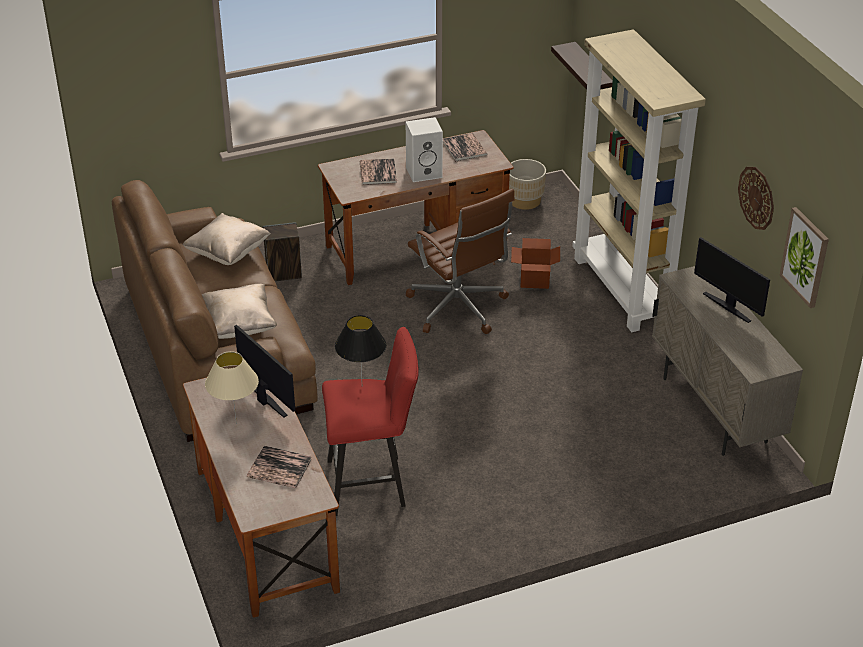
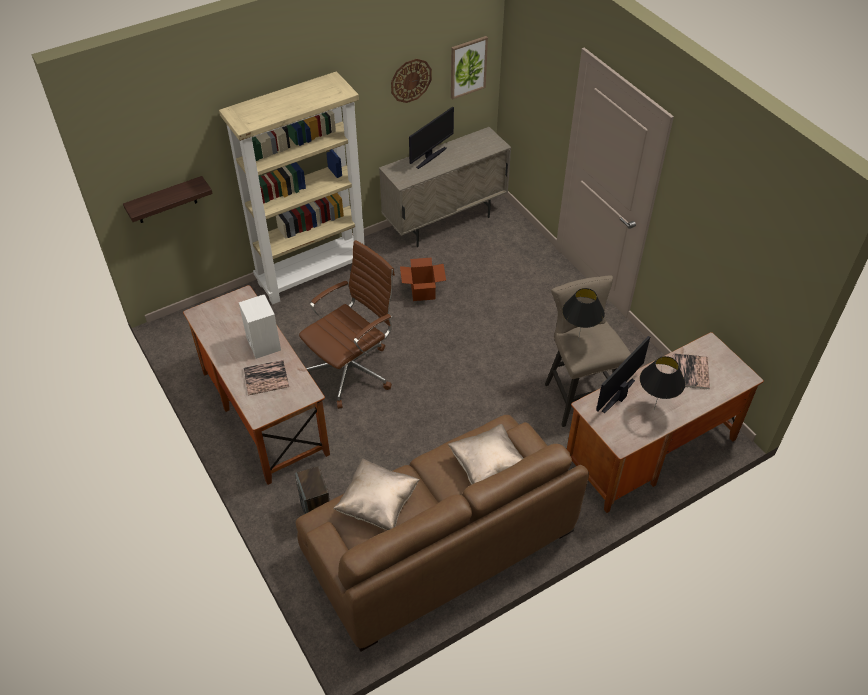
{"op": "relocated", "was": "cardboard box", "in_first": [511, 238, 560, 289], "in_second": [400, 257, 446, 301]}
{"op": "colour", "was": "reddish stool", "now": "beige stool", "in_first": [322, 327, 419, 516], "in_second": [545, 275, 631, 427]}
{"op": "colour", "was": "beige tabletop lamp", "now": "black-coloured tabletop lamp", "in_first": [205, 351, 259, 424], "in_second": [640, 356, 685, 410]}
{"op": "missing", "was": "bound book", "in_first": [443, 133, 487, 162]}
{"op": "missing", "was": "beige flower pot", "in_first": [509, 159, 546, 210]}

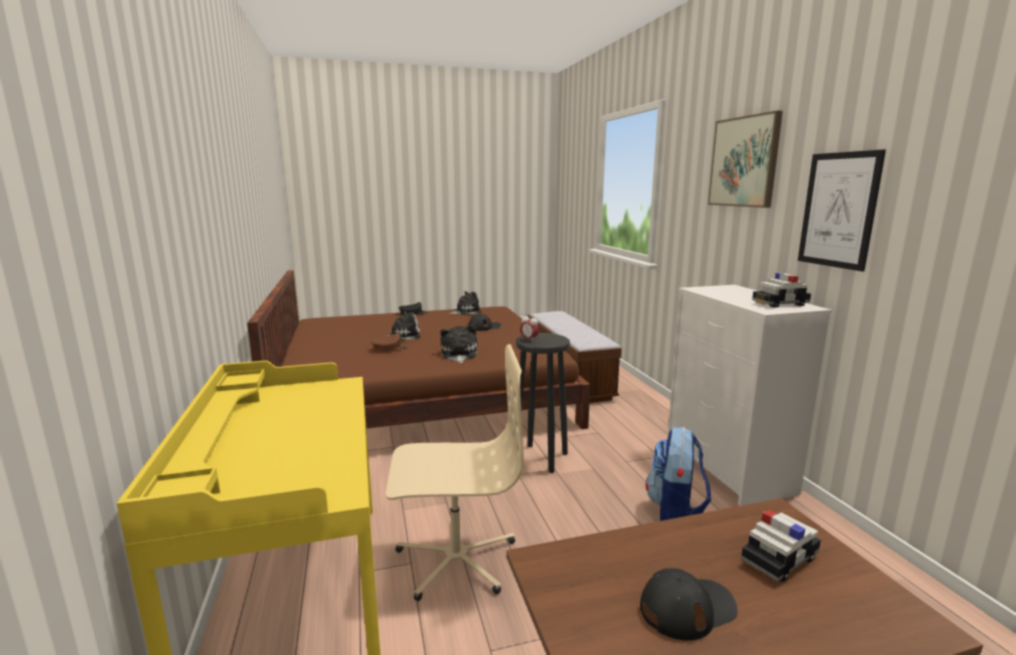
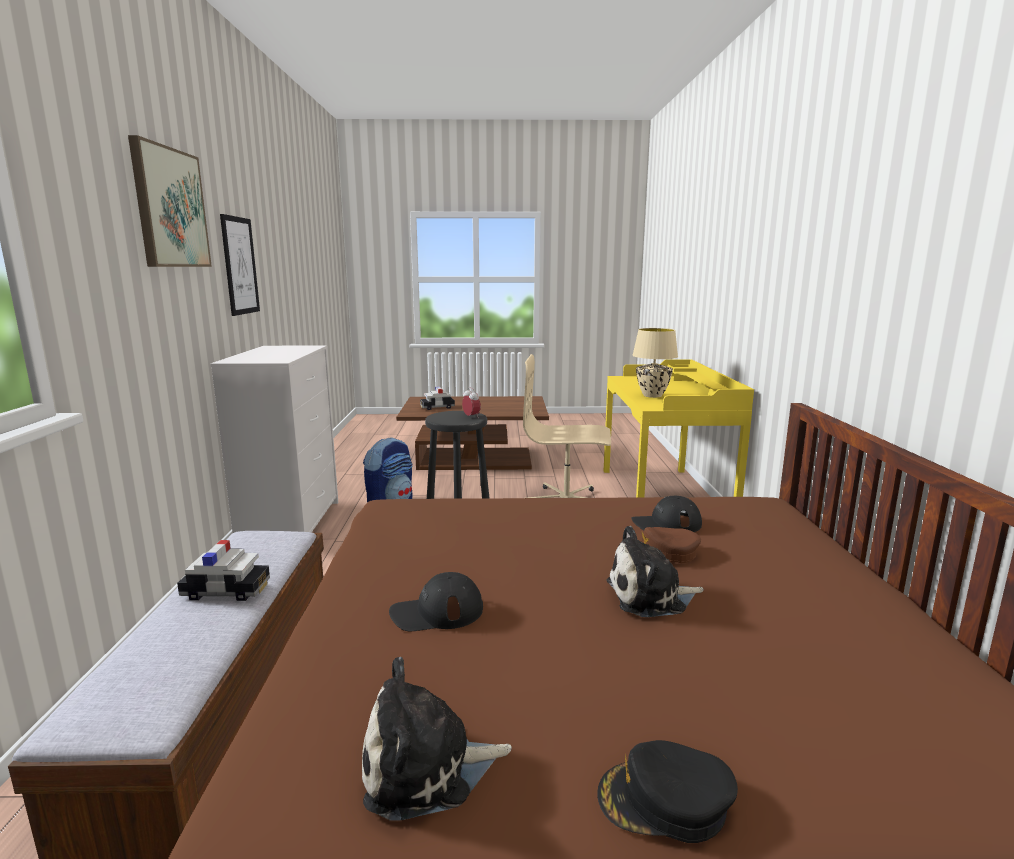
{"op": "relocated", "was": "toy car", "in_first": [752, 273, 811, 308], "in_second": [177, 540, 270, 601]}
{"op": "relocated", "was": "black-coloured cap", "in_first": [640, 568, 738, 641], "in_second": [631, 496, 702, 532]}
{"op": "appeared", "now": "beige tabletop lamp", "in_second": [632, 328, 678, 398]}
{"op": "missing", "was": "soft toy", "in_first": [440, 325, 477, 363]}

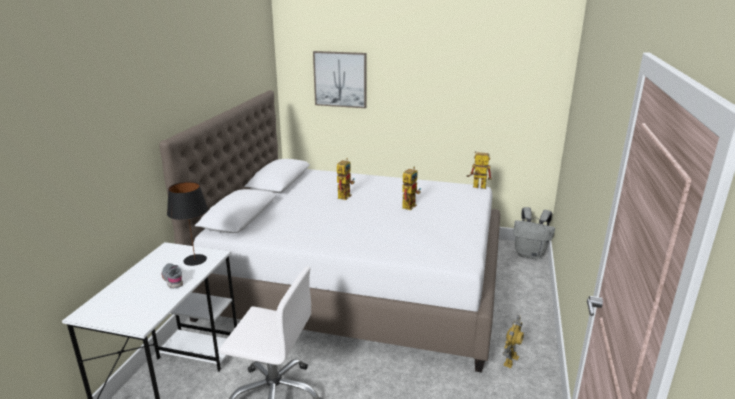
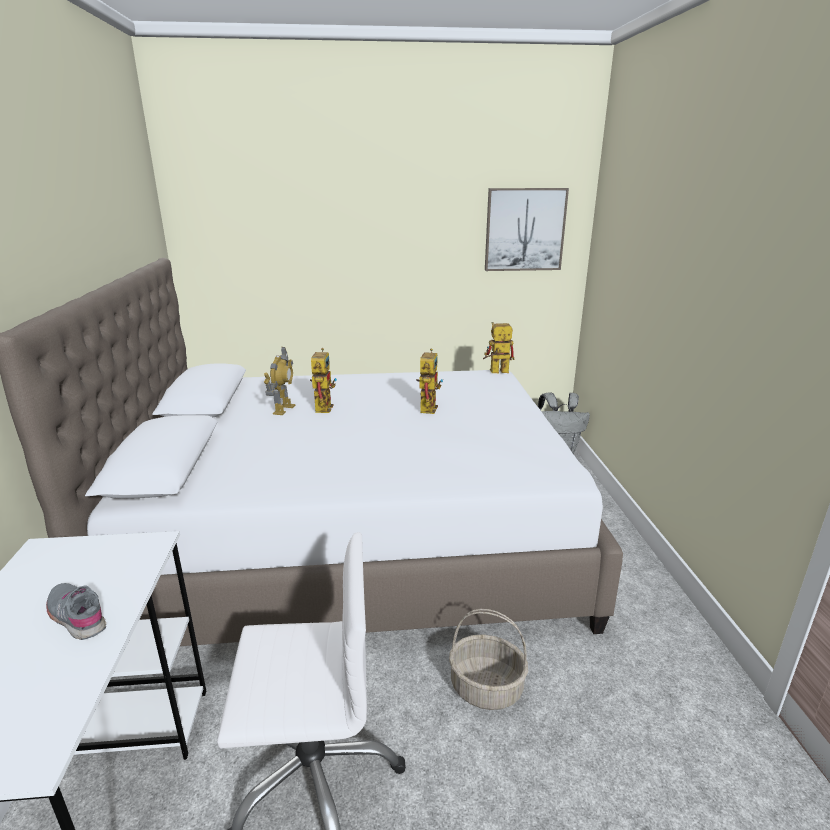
{"op": "relocated", "was": "toy robot", "in_first": [503, 315, 524, 368], "in_second": [264, 347, 295, 415]}
{"op": "appeared", "now": "storage basket", "in_second": [449, 609, 528, 710]}
{"op": "relocated", "was": "picture", "in_first": [313, 51, 366, 108], "in_second": [485, 188, 569, 271]}
{"op": "missing", "was": "black-coloured tabletop lamp", "in_first": [167, 182, 208, 266]}

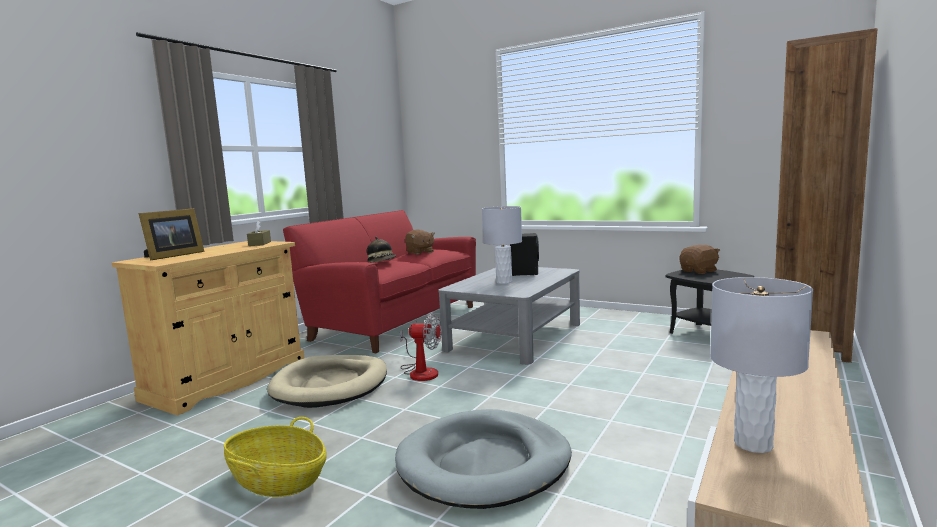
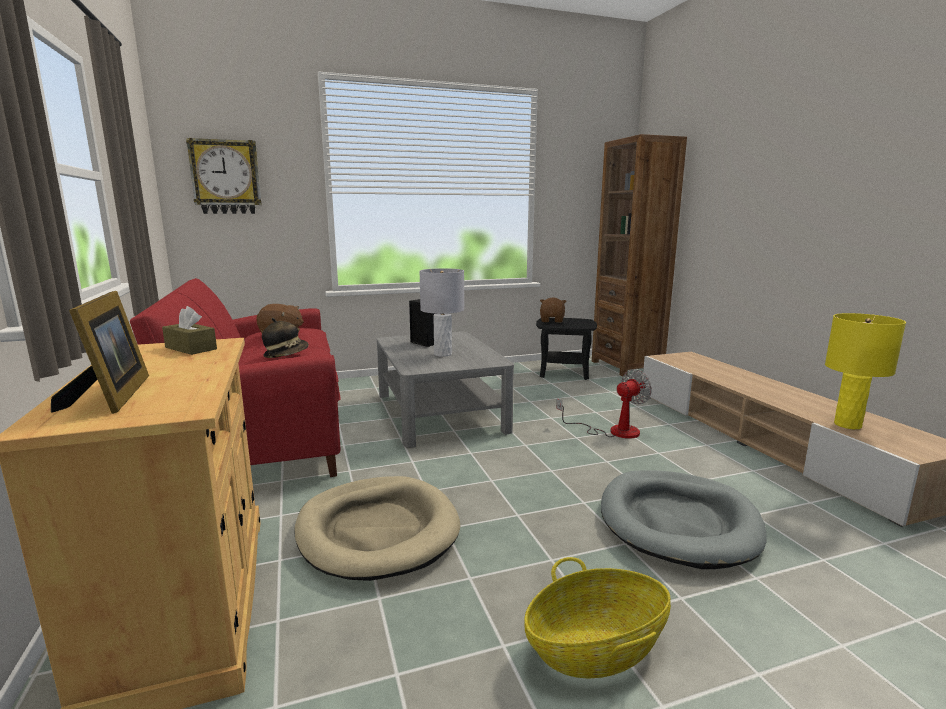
{"op": "appeared", "now": "hanging clock", "in_second": [186, 138, 262, 214]}
{"op": "relocated", "was": "fan", "in_first": [400, 314, 442, 381], "in_second": [556, 369, 652, 439]}
{"op": "colour", "was": "greyish tabletop lamp", "now": "yellow tabletop lamp", "in_first": [710, 277, 813, 453], "in_second": [825, 313, 906, 429]}

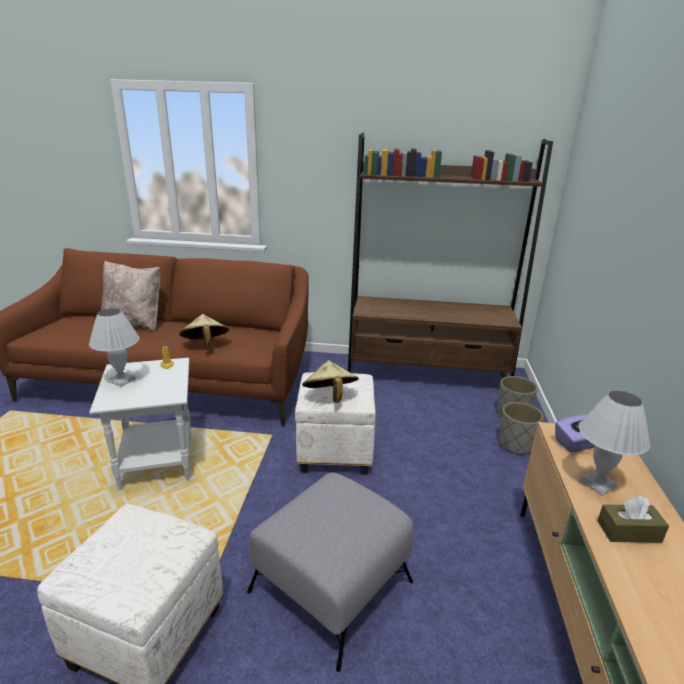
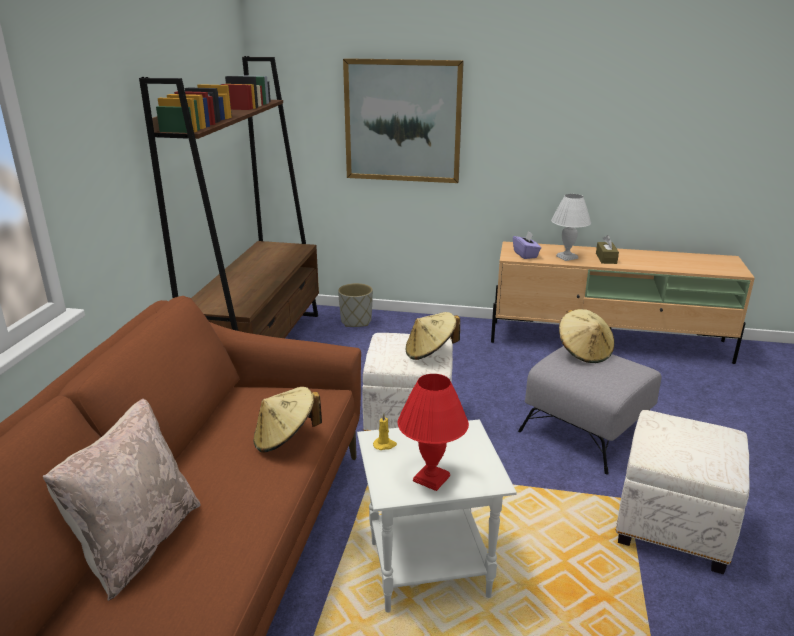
{"op": "appeared", "now": "picture", "in_second": [343, 58, 464, 183]}
{"op": "colour", "was": "white tabletop lamp", "now": "reddish tabletop lamp", "in_first": [89, 308, 139, 387], "in_second": [398, 374, 469, 491]}
{"op": "appeared", "now": "beige hat", "in_second": [559, 309, 615, 363]}
{"op": "missing", "was": "greyish flower pot", "in_first": [499, 402, 544, 455]}

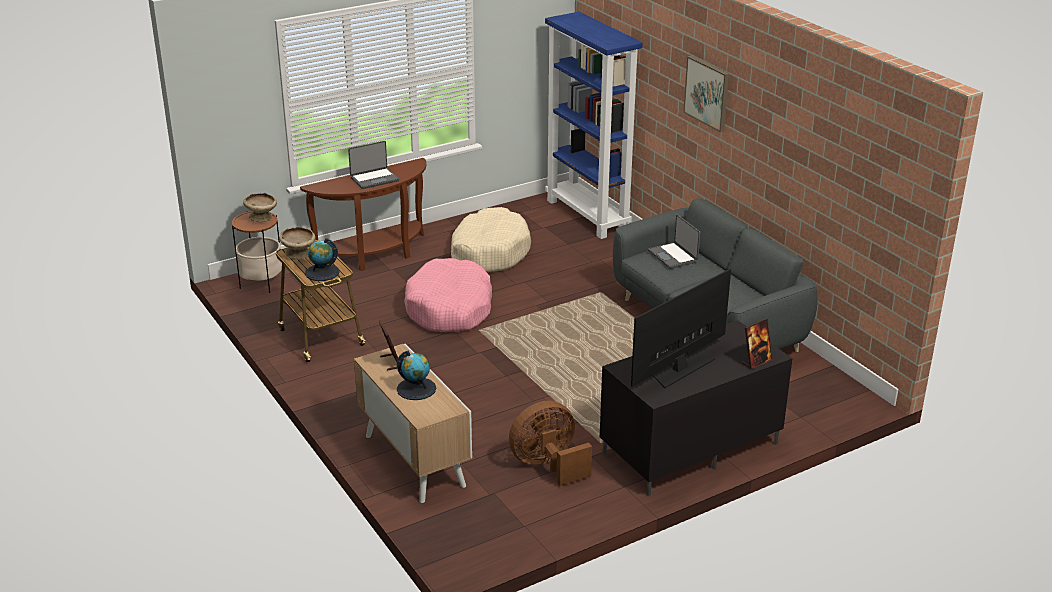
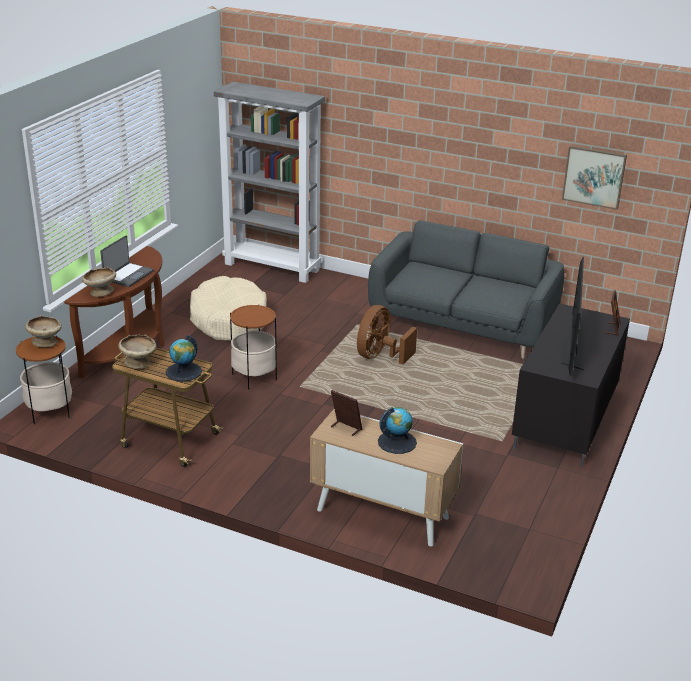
{"op": "appeared", "now": "beige bowl", "in_second": [82, 267, 116, 297]}
{"op": "colour", "was": "blue-coloured bookshelf", "now": "greyish bookshelf", "in_first": [545, 12, 643, 239], "in_second": [214, 82, 325, 283]}
{"op": "exchanged", "was": "pink dog cushion", "now": "accent table", "in_first": [404, 258, 492, 332], "in_second": [230, 305, 277, 389]}
{"op": "relocated", "was": "brown fan", "in_first": [509, 401, 592, 486], "in_second": [357, 305, 417, 365]}
{"op": "relocated", "was": "picture", "in_first": [683, 56, 729, 132], "in_second": [562, 146, 627, 210]}
{"op": "missing", "was": "notebook computer", "in_first": [648, 215, 700, 269]}

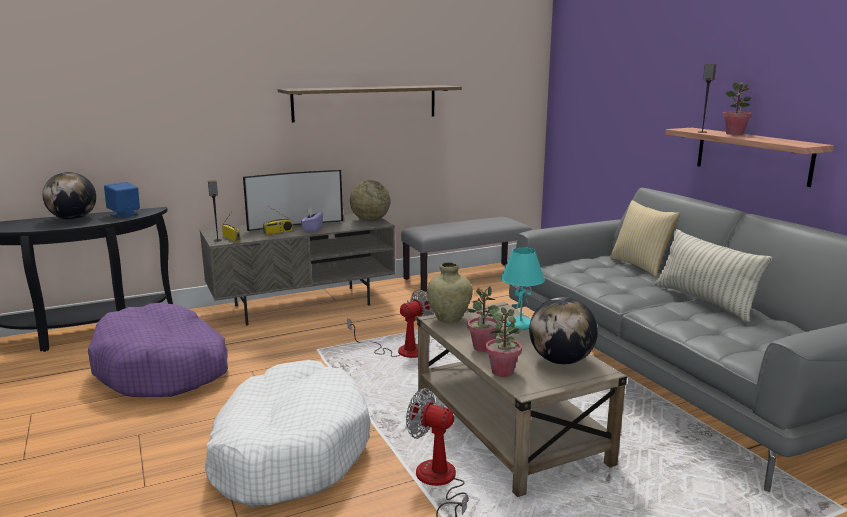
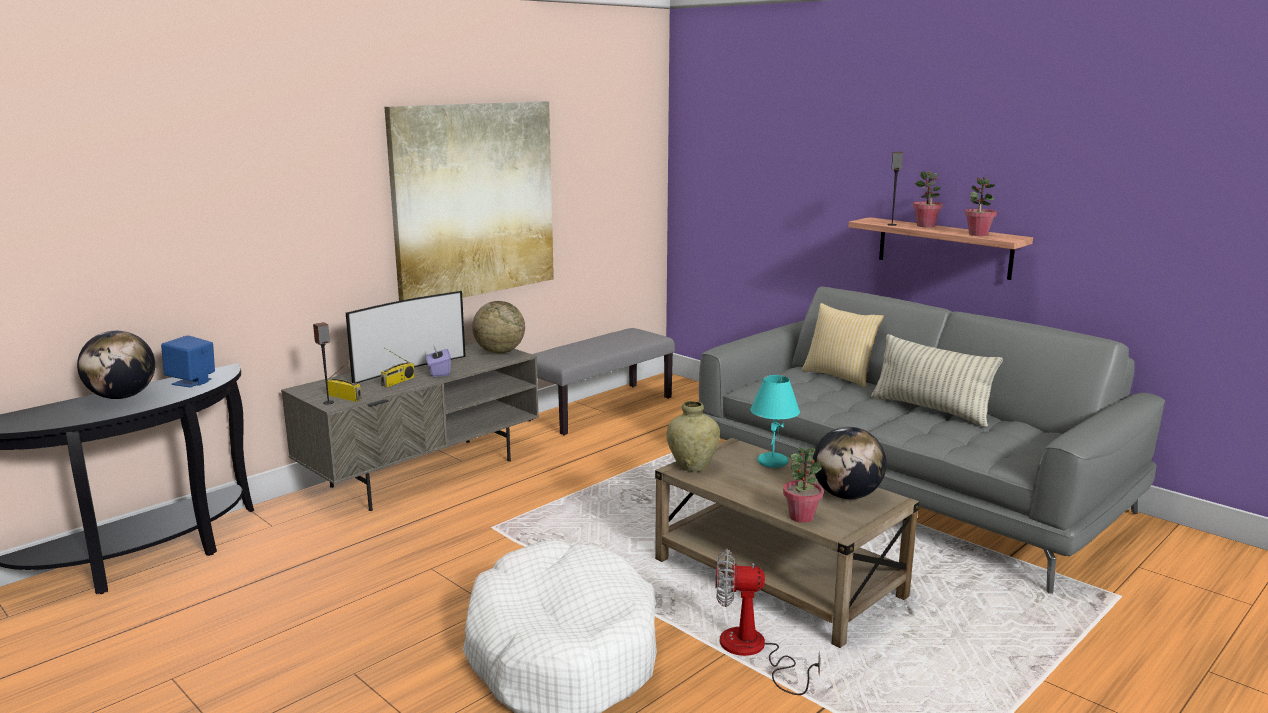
{"op": "exchanged", "was": "shelf", "now": "picture", "in_first": [277, 85, 462, 123], "in_second": [384, 101, 554, 301]}
{"op": "relocated", "was": "potted plant", "in_first": [467, 286, 500, 352], "in_second": [965, 177, 997, 236]}
{"op": "missing", "was": "purple dog cushion", "in_first": [88, 303, 228, 397]}
{"op": "missing", "was": "fan", "in_first": [347, 290, 434, 358]}

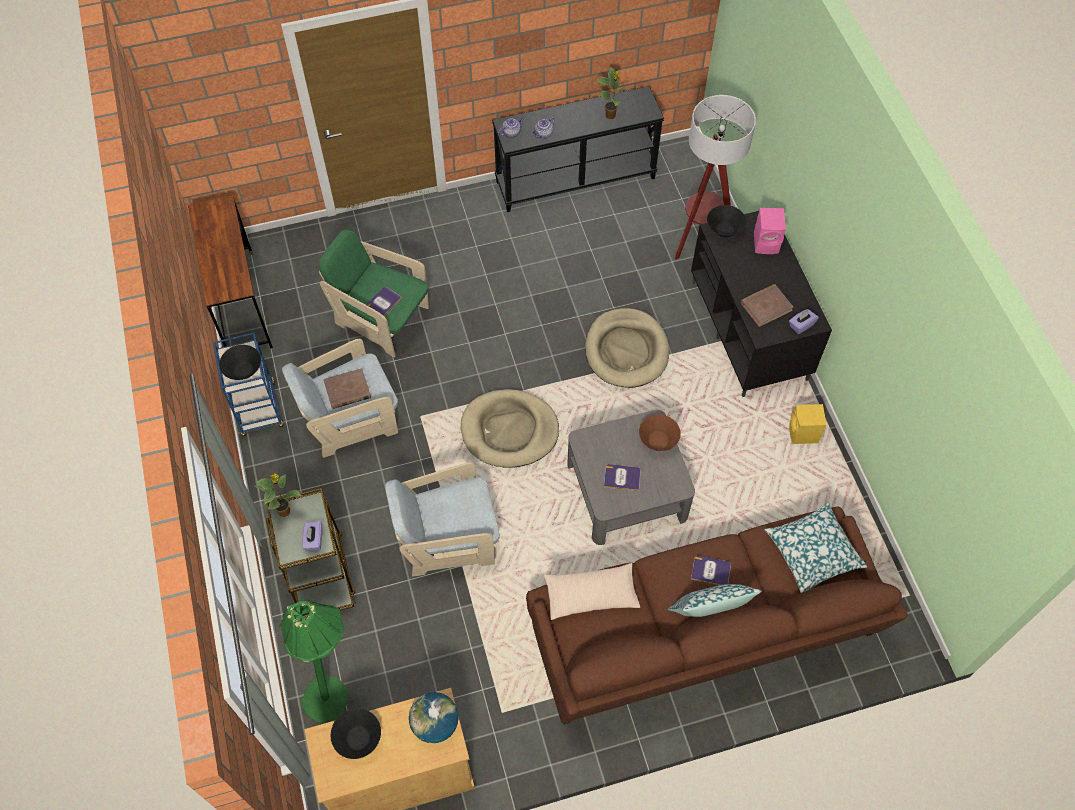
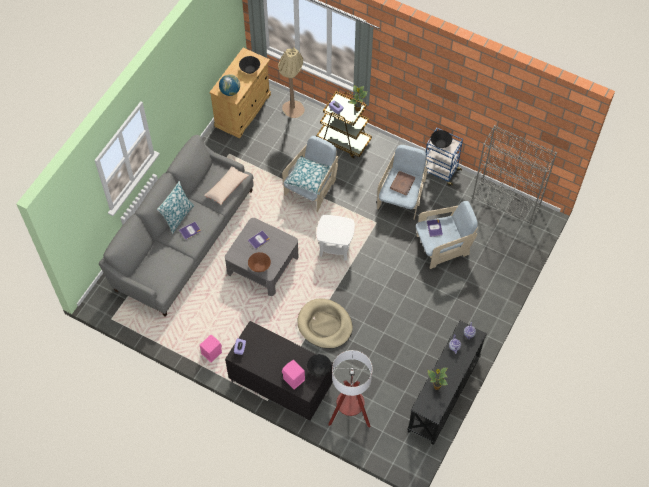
{"op": "colour", "was": "brown settee", "now": "greyish settee", "in_first": [526, 507, 907, 724], "in_second": [99, 135, 254, 317]}
{"op": "colour", "was": "yellow loudspeaker", "now": "pink loudspeaker", "in_first": [789, 404, 827, 444], "in_second": [200, 335, 222, 362]}
{"op": "colour", "was": "green-coloured floor lamp", "now": "beige floor lamp", "in_first": [279, 600, 348, 723], "in_second": [278, 47, 305, 118]}
{"op": "relocated", "was": "cushion", "in_first": [764, 503, 868, 593], "in_second": [284, 156, 331, 195]}
{"op": "exchanged", "was": "beige dog cushion", "now": "white accent table", "in_first": [461, 389, 559, 467], "in_second": [317, 215, 355, 261]}
{"op": "colour", "was": "green-coloured lounge chair", "now": "beige lounge chair", "in_first": [319, 230, 429, 357], "in_second": [416, 201, 478, 269]}
{"op": "exchanged", "was": "brown desk", "now": "greyish bookshelf", "in_first": [188, 195, 273, 349], "in_second": [472, 125, 557, 225]}
{"op": "missing", "was": "brown bound book", "in_first": [741, 284, 793, 327]}

